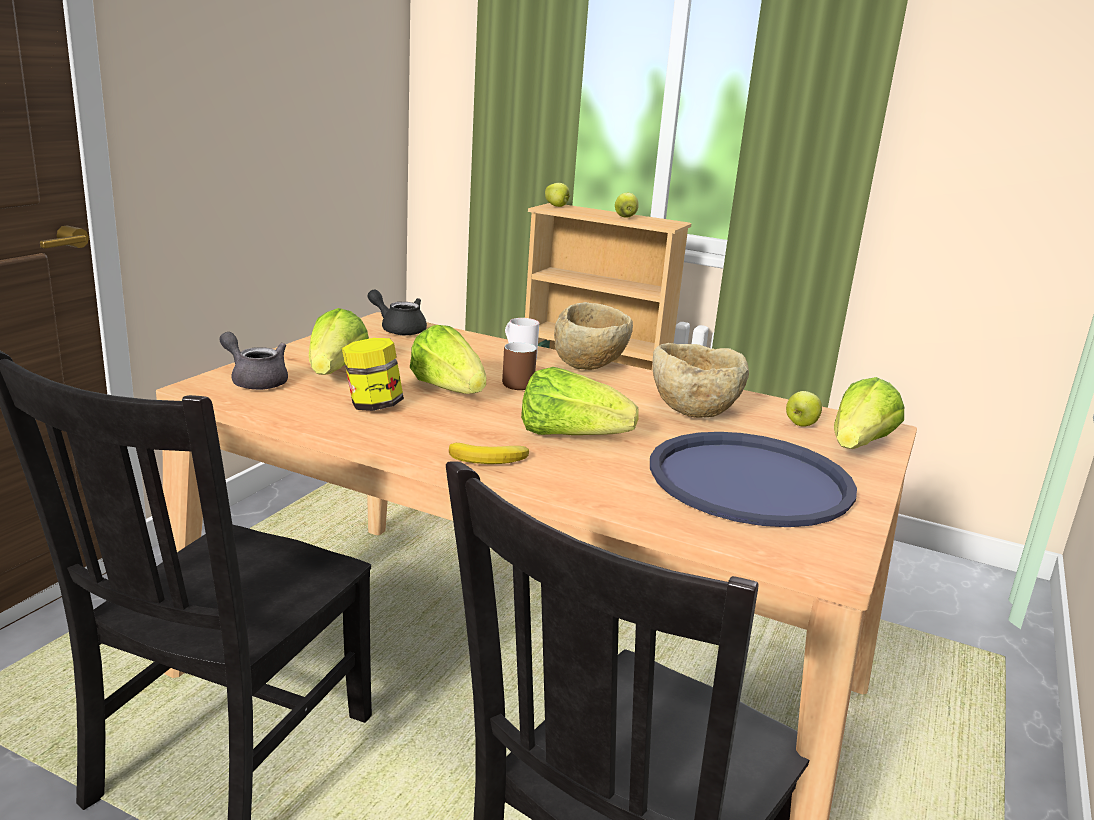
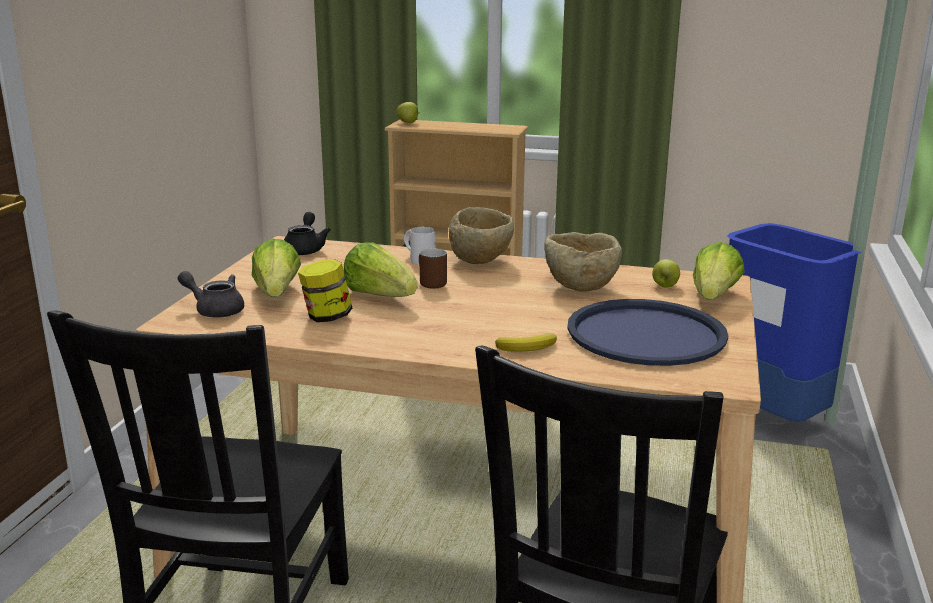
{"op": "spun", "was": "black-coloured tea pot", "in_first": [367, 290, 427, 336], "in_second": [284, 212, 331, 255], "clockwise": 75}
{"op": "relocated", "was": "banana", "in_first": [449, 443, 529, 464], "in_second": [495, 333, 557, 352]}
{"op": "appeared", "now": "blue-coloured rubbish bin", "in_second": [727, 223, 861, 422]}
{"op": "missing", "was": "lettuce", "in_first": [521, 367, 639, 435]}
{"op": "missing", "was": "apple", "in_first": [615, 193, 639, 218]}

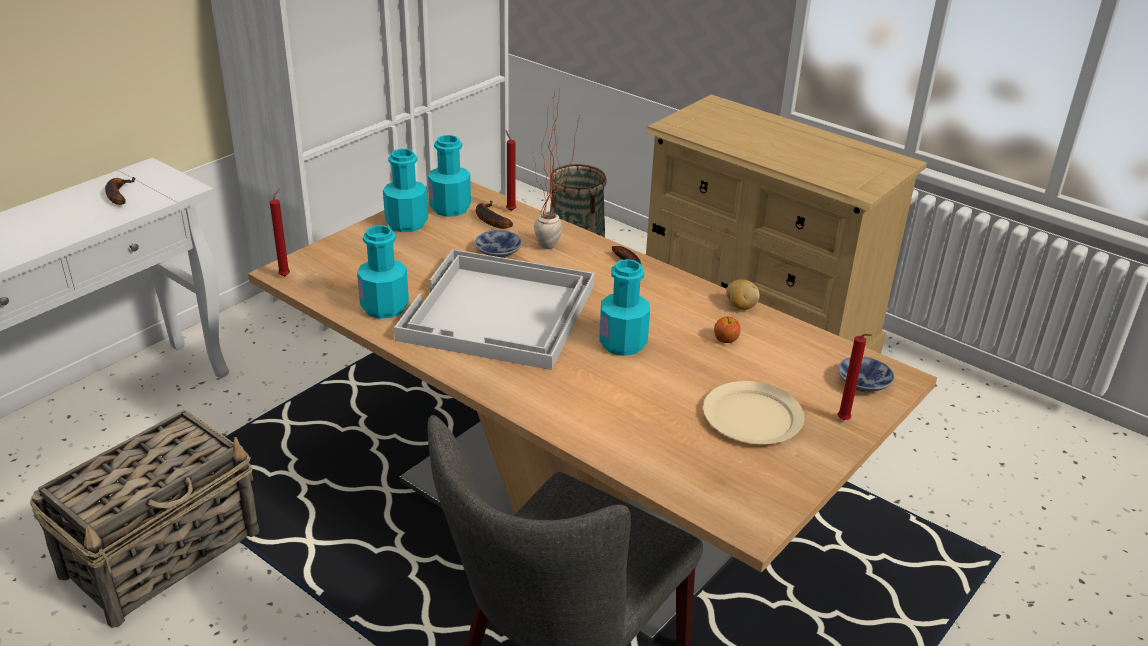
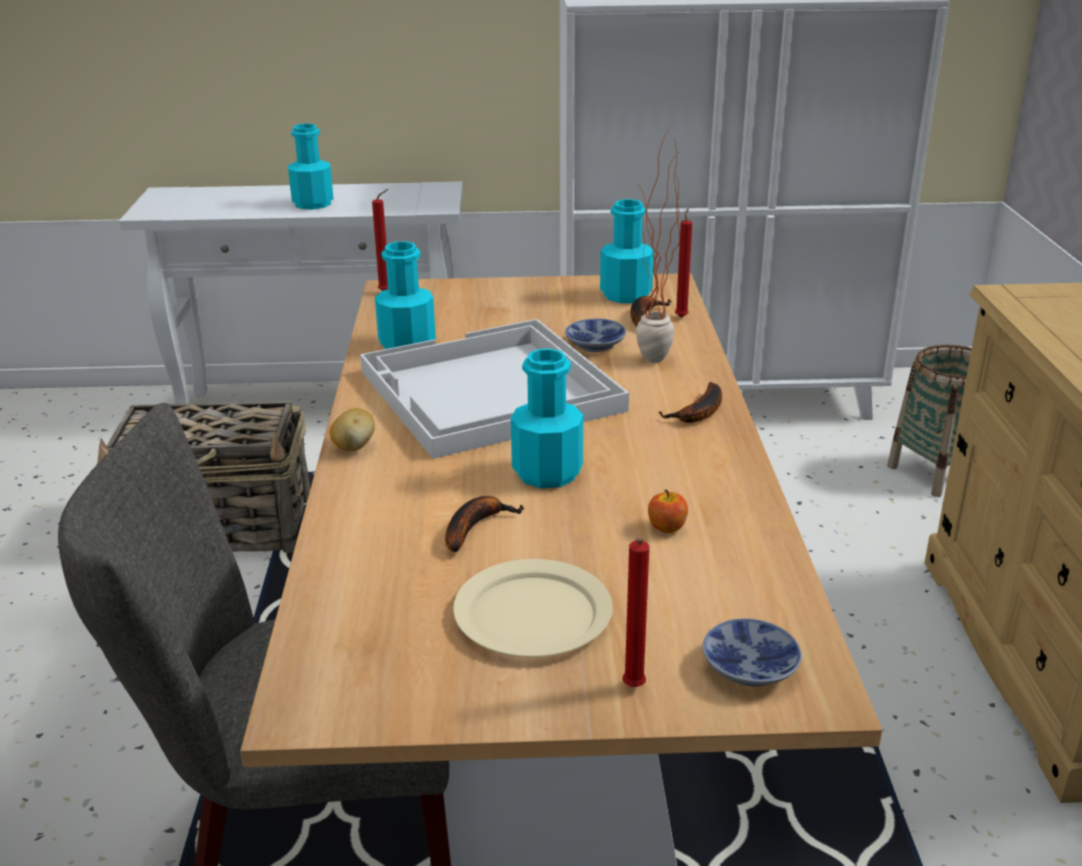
{"op": "relocated", "was": "turquoise-coloured drink bottle", "in_first": [383, 149, 428, 232], "in_second": [288, 124, 334, 209]}
{"op": "relocated", "was": "potato", "in_first": [726, 279, 759, 310], "in_second": [329, 408, 375, 451]}
{"op": "relocated", "was": "banana", "in_first": [105, 177, 136, 205], "in_second": [445, 496, 524, 552]}

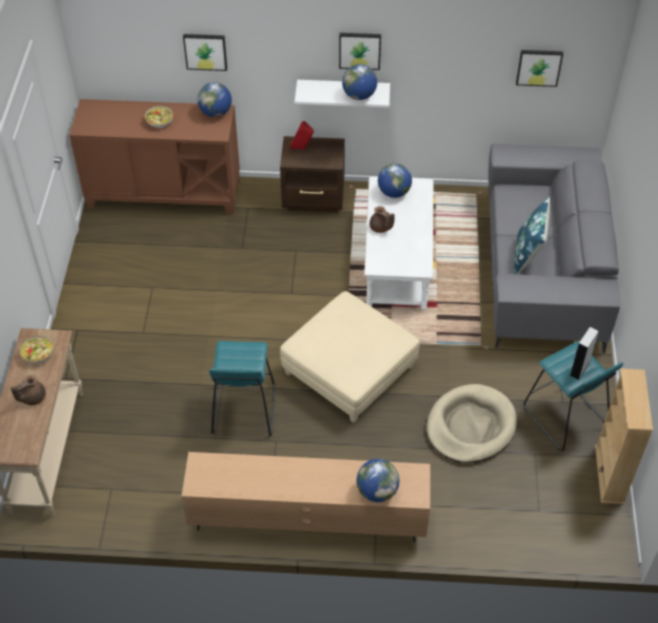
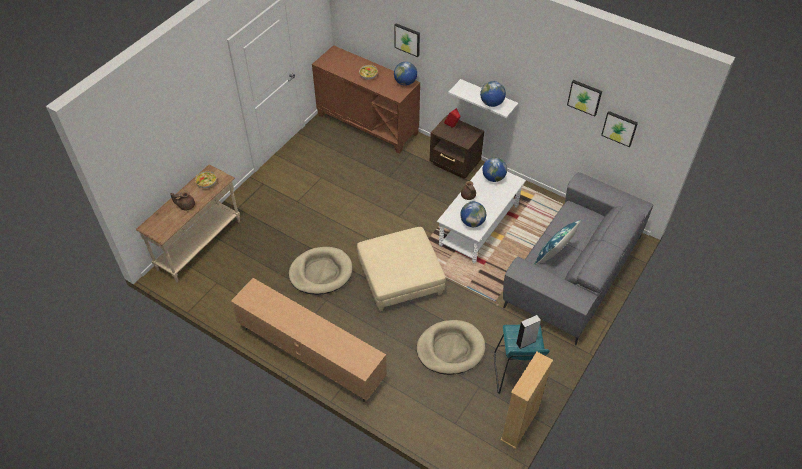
{"op": "exchanged", "was": "turquoise-coloured stool", "now": "beige dog cushion", "in_first": [209, 341, 276, 436], "in_second": [289, 247, 353, 295]}
{"op": "relocated", "was": "world globe", "in_first": [357, 459, 399, 502], "in_second": [460, 202, 486, 227]}
{"op": "relocated", "was": "picture", "in_first": [339, 33, 381, 70], "in_second": [567, 80, 602, 117]}

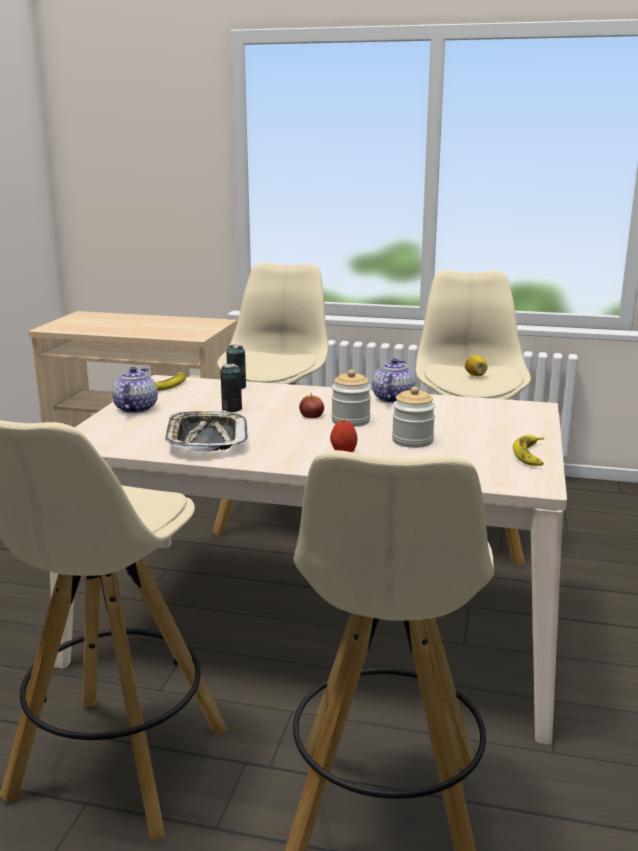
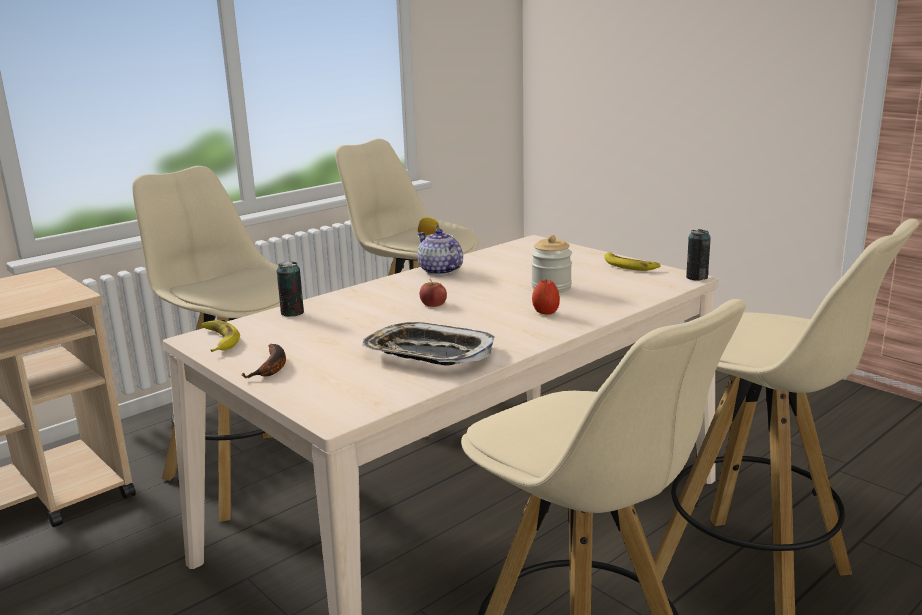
{"op": "exchanged", "was": "tea pot", "now": "banana", "in_first": [112, 367, 158, 413], "in_second": [241, 344, 286, 378]}
{"op": "relocated", "was": "sealed can", "in_first": [221, 363, 242, 412], "in_second": [686, 229, 711, 281]}
{"op": "missing", "was": "preserve jar", "in_first": [331, 370, 371, 427]}

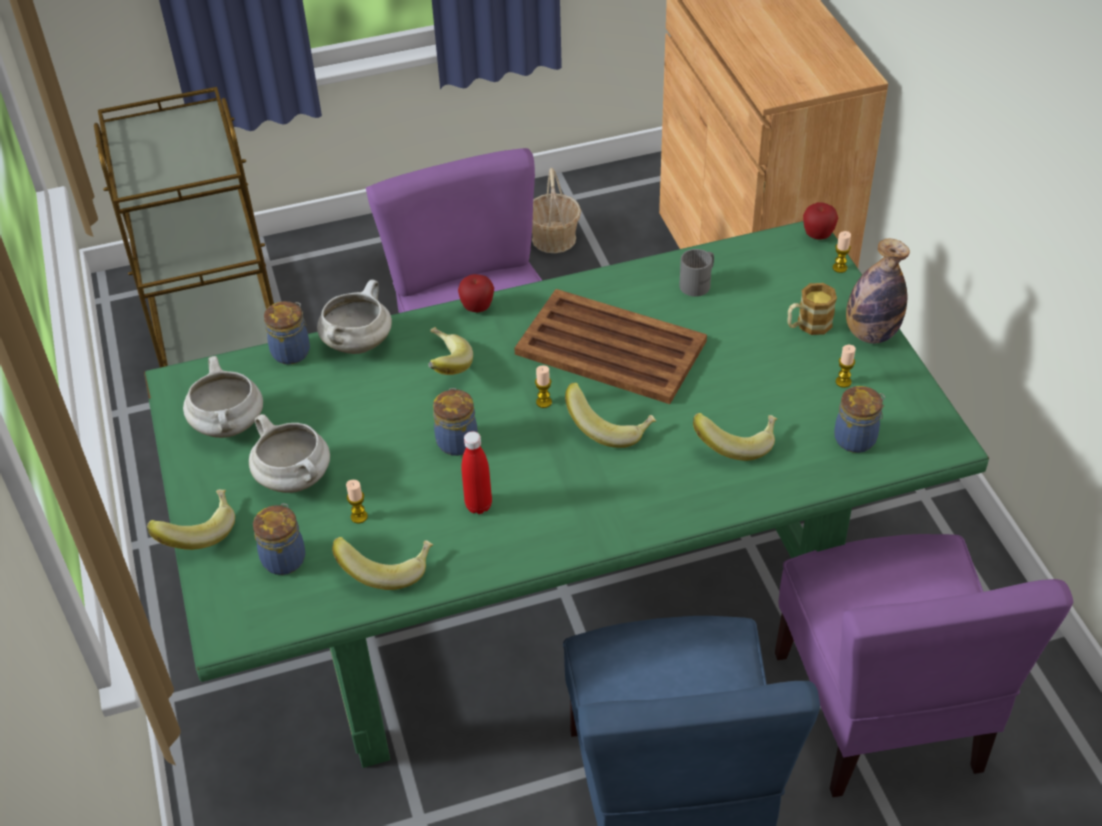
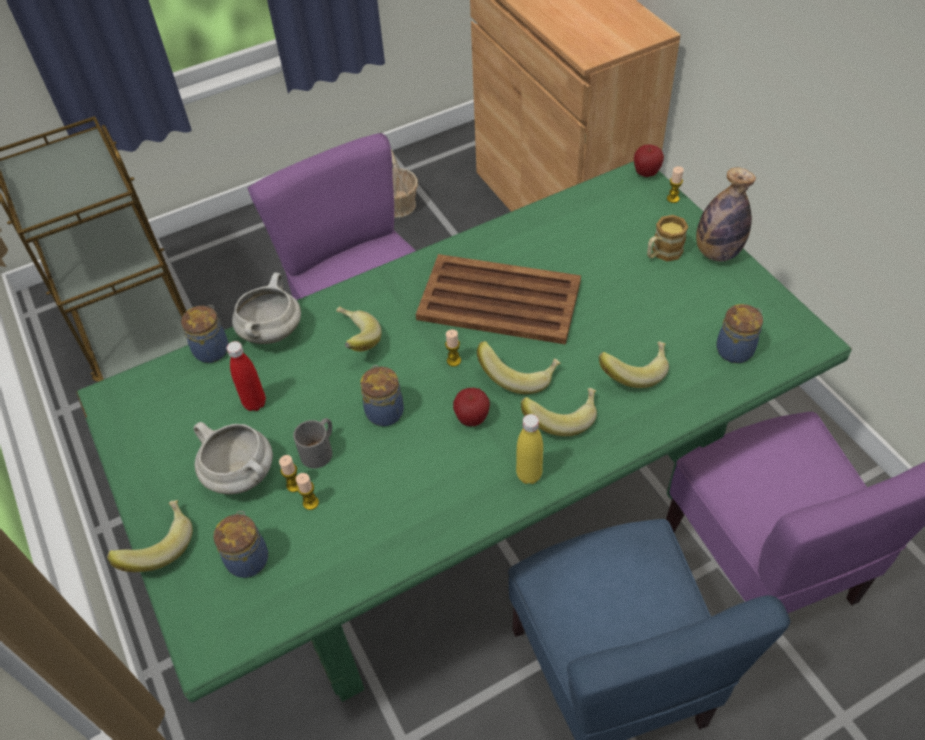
{"op": "relocated", "was": "reddish drink bottle", "in_first": [461, 431, 492, 514], "in_second": [227, 341, 266, 411]}
{"op": "relocated", "was": "wax light", "in_first": [836, 345, 856, 388], "in_second": [279, 455, 298, 492]}
{"op": "relocated", "was": "greyish mug", "in_first": [679, 249, 714, 297], "in_second": [293, 418, 332, 468]}
{"op": "relocated", "was": "apple", "in_first": [458, 274, 494, 312], "in_second": [453, 388, 490, 426]}
{"op": "appeared", "now": "yellow drink bottle", "in_second": [516, 414, 543, 484]}
{"op": "relocated", "was": "banana", "in_first": [332, 537, 433, 590], "in_second": [521, 388, 597, 436]}
{"op": "missing", "was": "white stockpot", "in_first": [183, 356, 263, 438]}

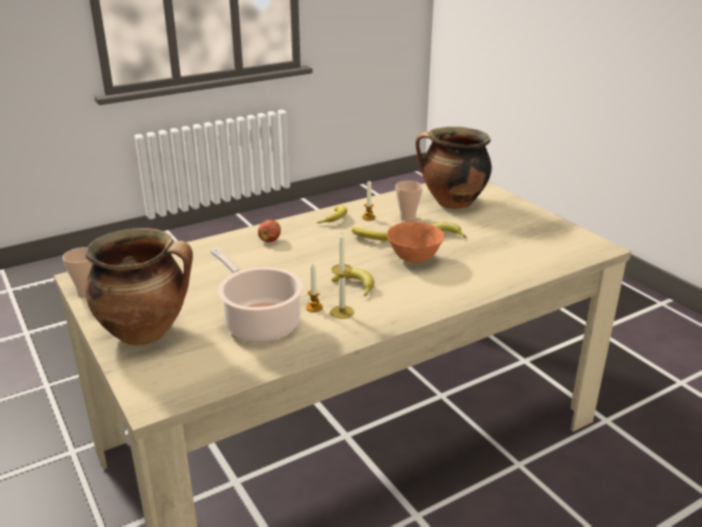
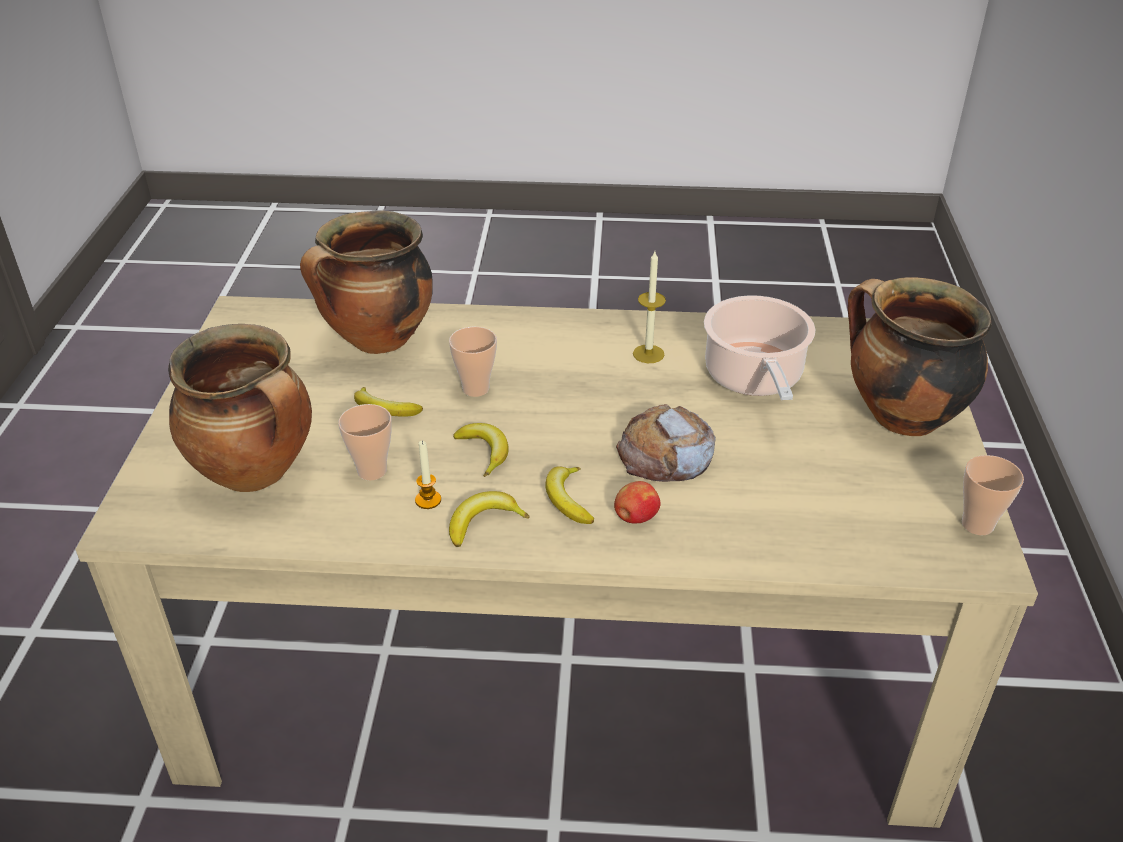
{"op": "appeared", "now": "stockpot", "in_second": [300, 210, 433, 354]}
{"op": "exchanged", "was": "orange bowl", "now": "drinking cup", "in_first": [387, 222, 445, 263], "in_second": [449, 327, 497, 397]}
{"op": "relocated", "was": "banana", "in_first": [332, 268, 374, 297], "in_second": [545, 466, 595, 524]}
{"op": "appeared", "now": "bread", "in_second": [616, 404, 716, 482]}
{"op": "missing", "was": "wax light", "in_first": [306, 265, 323, 312]}

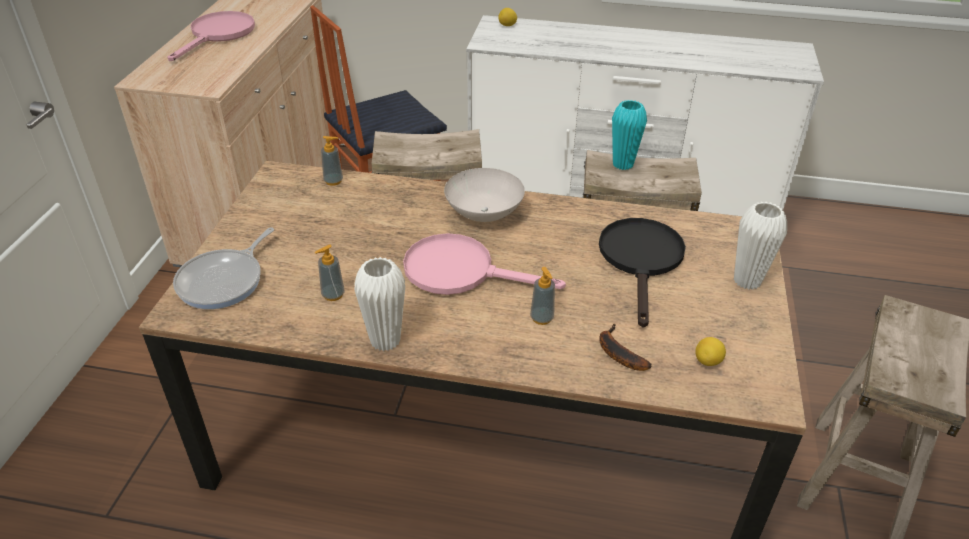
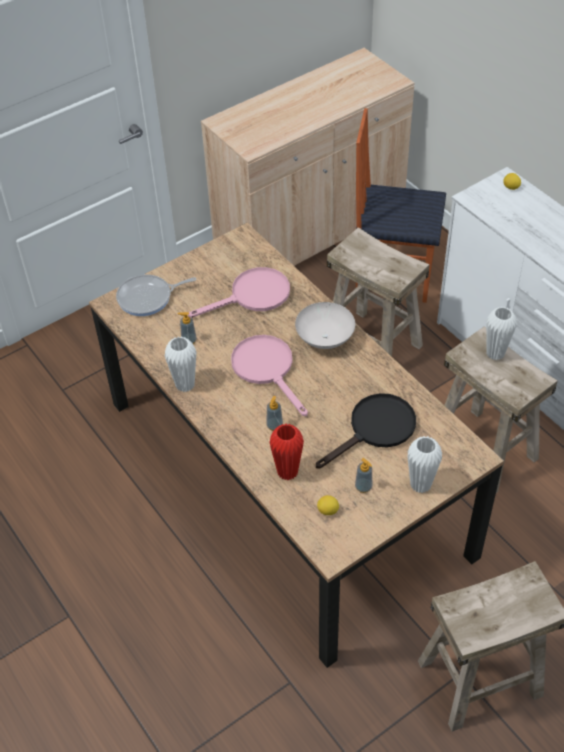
{"op": "relocated", "was": "pink pan", "in_first": [167, 11, 255, 61], "in_second": [188, 267, 290, 318]}
{"op": "exchanged", "was": "banana", "now": "reddish flower vase", "in_first": [599, 324, 651, 371], "in_second": [269, 424, 304, 480]}
{"op": "relocated", "was": "soap bottle", "in_first": [321, 136, 343, 186], "in_second": [355, 458, 372, 493]}
{"op": "colour", "was": "turquoise-coloured flower vase", "now": "white flower vase", "in_first": [612, 100, 647, 170], "in_second": [486, 307, 517, 360]}

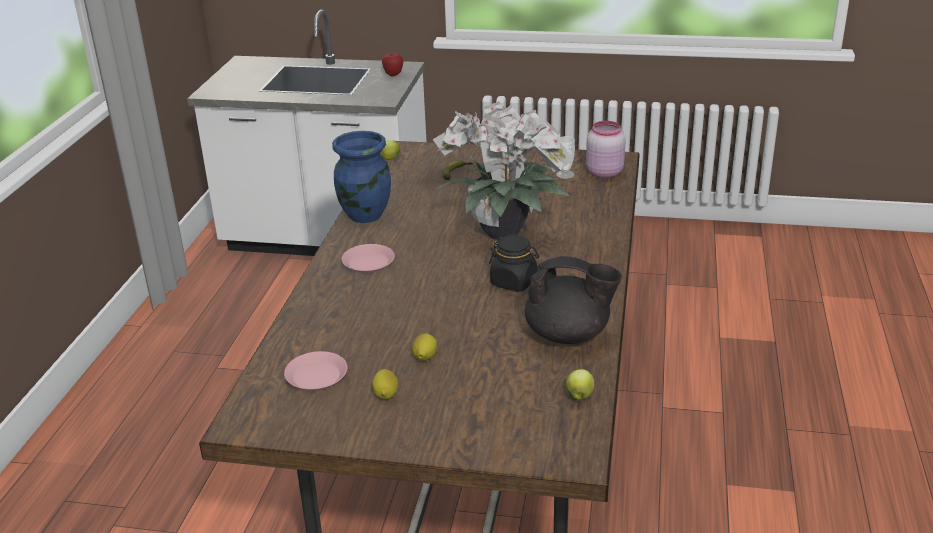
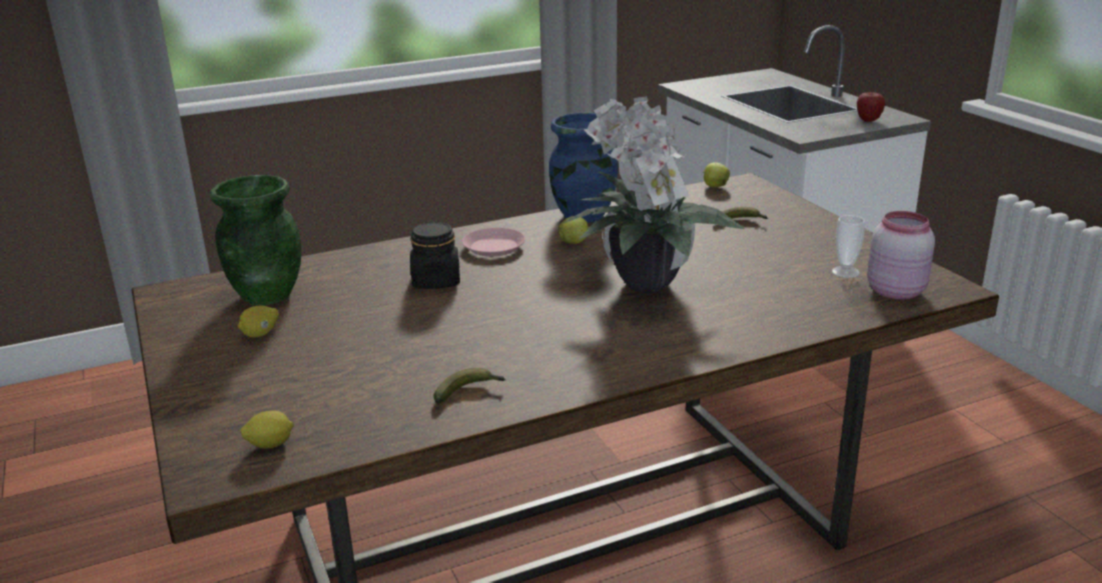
{"op": "exchanged", "was": "pink flat dish", "now": "green-coloured flower vase", "in_first": [284, 351, 347, 391], "in_second": [210, 175, 301, 305]}
{"op": "relocated", "was": "lemon", "in_first": [412, 333, 437, 361], "in_second": [240, 410, 294, 448]}
{"op": "relocated", "was": "black-coloured preserve jar", "in_first": [489, 235, 539, 291], "in_second": [410, 221, 460, 289]}
{"op": "exchanged", "was": "black-coloured tea pot", "now": "banana", "in_first": [525, 256, 622, 344], "in_second": [433, 368, 506, 403]}
{"op": "relocated", "was": "apple", "in_first": [566, 369, 595, 400], "in_second": [558, 216, 589, 244]}

